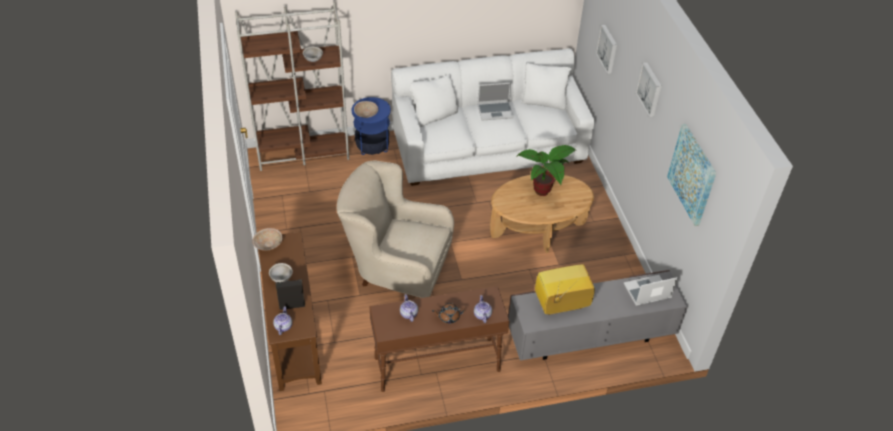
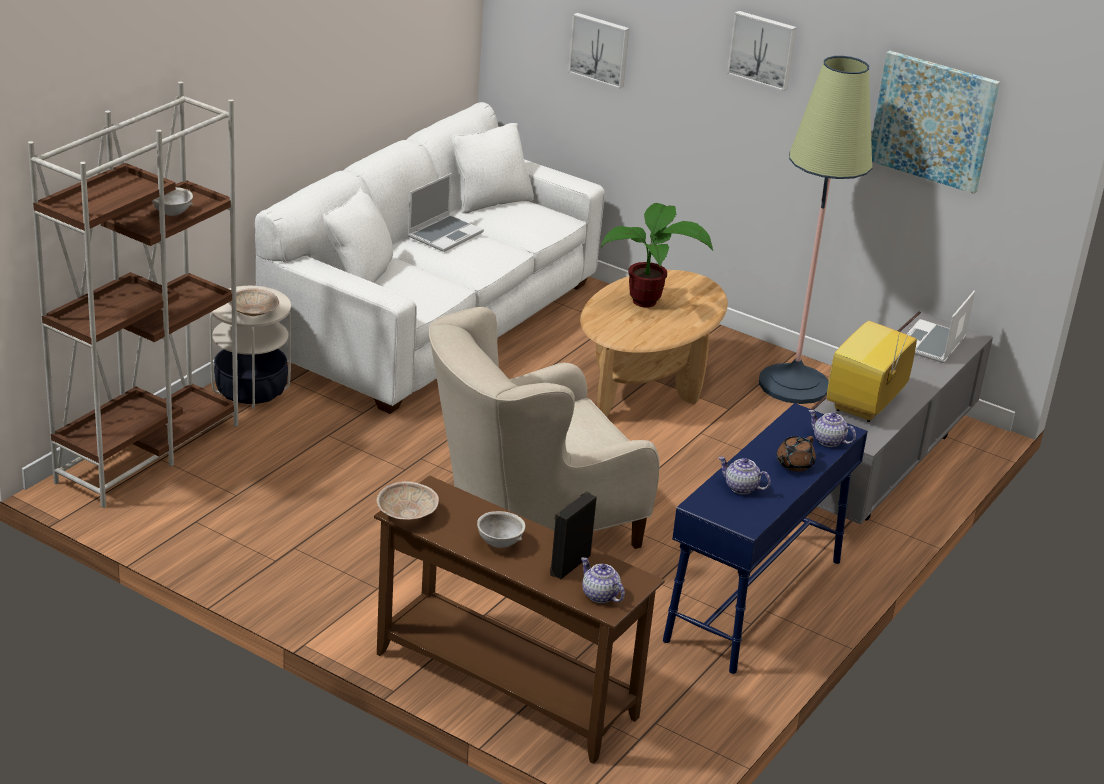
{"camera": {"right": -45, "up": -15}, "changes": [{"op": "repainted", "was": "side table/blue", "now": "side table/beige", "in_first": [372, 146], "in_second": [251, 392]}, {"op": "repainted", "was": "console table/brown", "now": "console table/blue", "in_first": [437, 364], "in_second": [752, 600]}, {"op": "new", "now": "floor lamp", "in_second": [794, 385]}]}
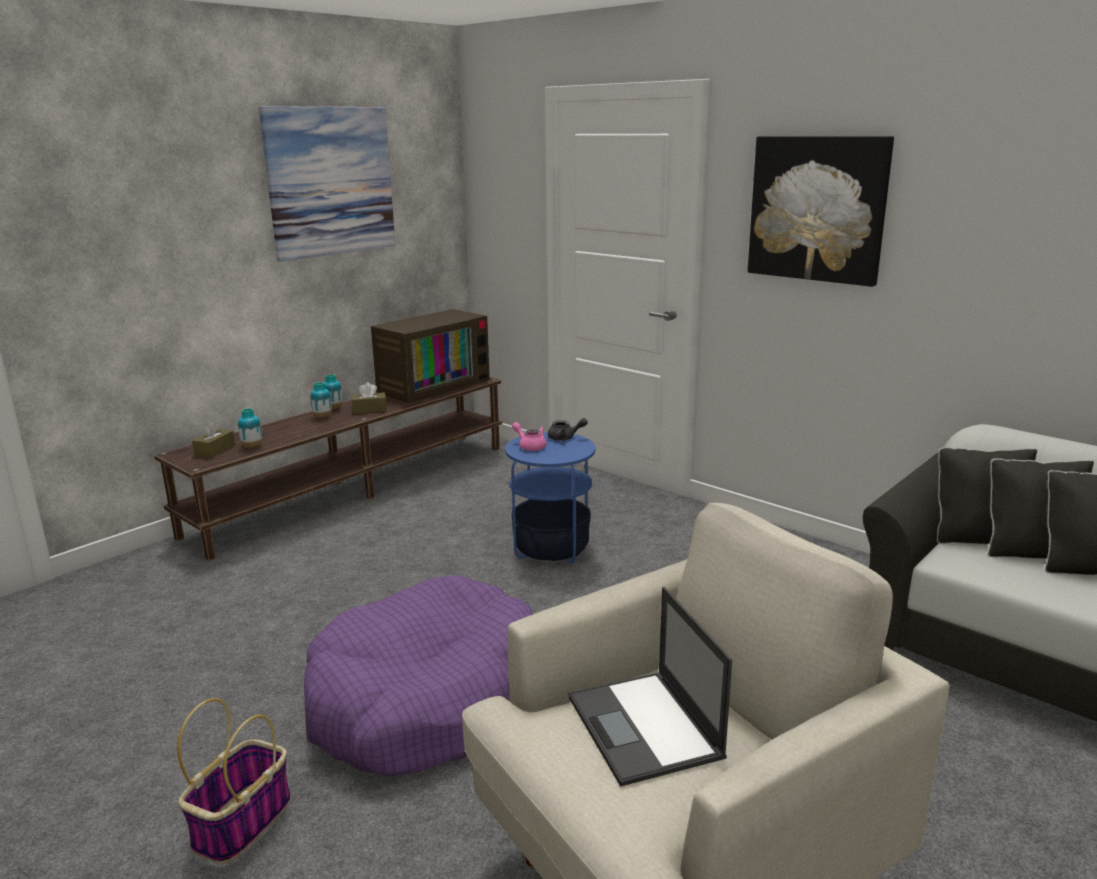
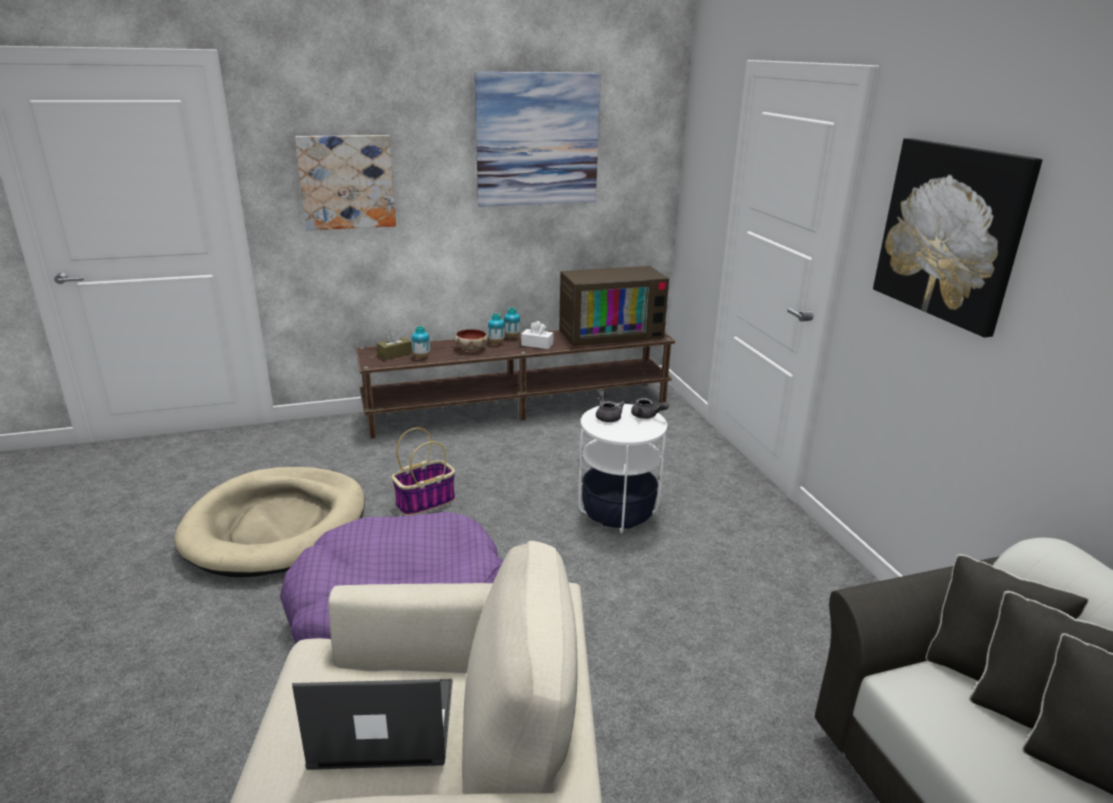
{"camera": {"right": 30, "up": 5}, "changes": [{"op": "repainted", "was": "tissue box/brown", "now": "tissue box/white", "in_first": [369, 409], "in_second": [537, 345]}, {"op": "repainted", "was": "teapot/pink", "now": "teapot/grey", "in_first": [530, 446], "in_second": [607, 416]}, {"op": "repainted", "was": "side table/blue", "now": "side table/white", "in_first": [551, 549], "in_second": [618, 514]}, {"op": "rotated", "was": "laptop", "in_first": [645, 728], "in_second": [381, 724], "clockwise": 75}, {"op": "shifted", "was": "basket", "in_first": [243, 822], "in_second": [425, 502]}, {"op": "new", "now": "picture", "in_second": [347, 182]}, {"op": "new", "now": "bowl", "in_second": [470, 349]}, {"op": "new", "now": "dog bed/beige", "in_second": [277, 526]}]}
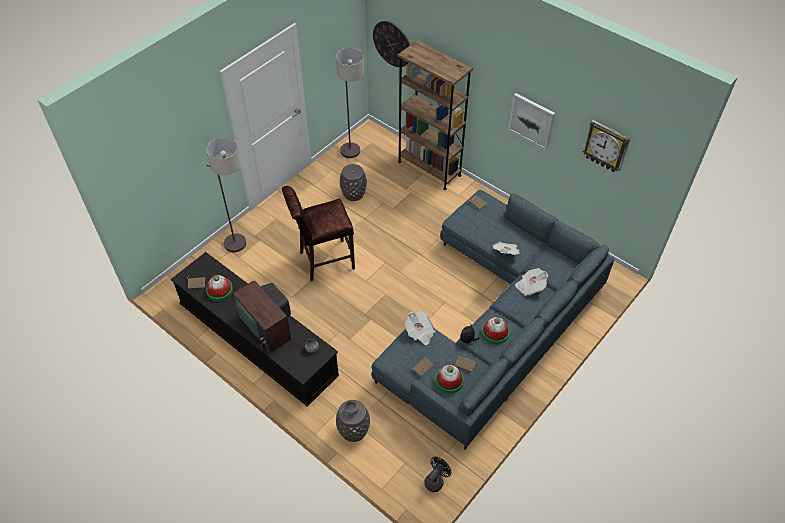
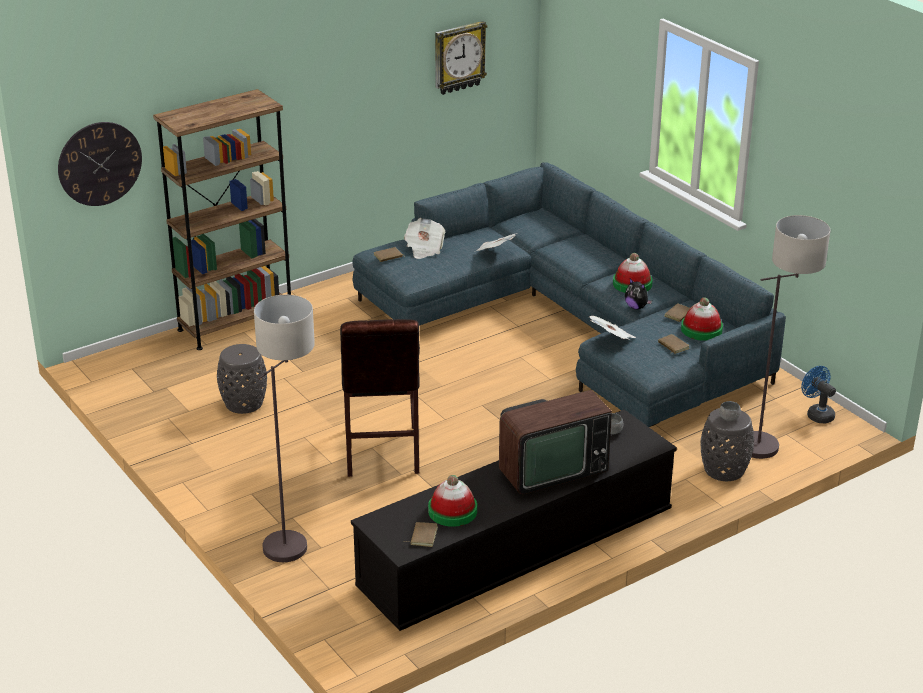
{"camera": {"right": -75, "up": -20}, "changes": [{"op": "shifted", "was": "floor lamp/grey", "in_first": [353, 154], "in_second": [769, 444]}, {"op": "gone", "was": "picture", "in_first": [531, 120]}, {"op": "shifted", "was": "newspaper", "in_first": [530, 286], "in_second": [424, 249]}, {"op": "repainted", "was": "fan/black", "now": "fan/blue", "in_first": [436, 480], "in_second": [817, 414]}]}
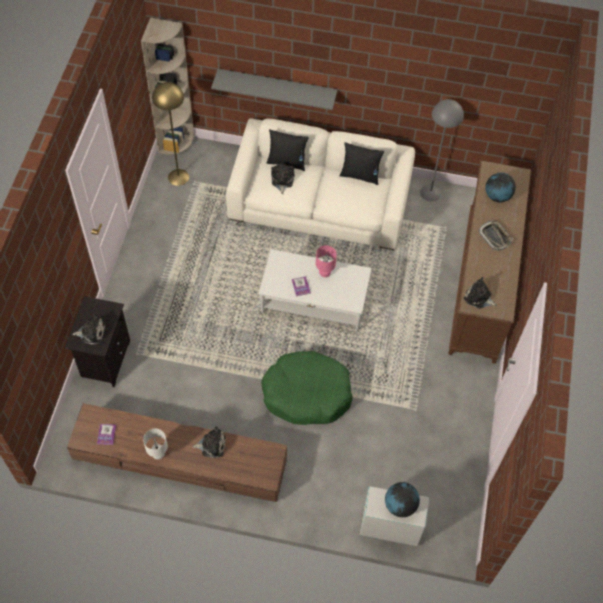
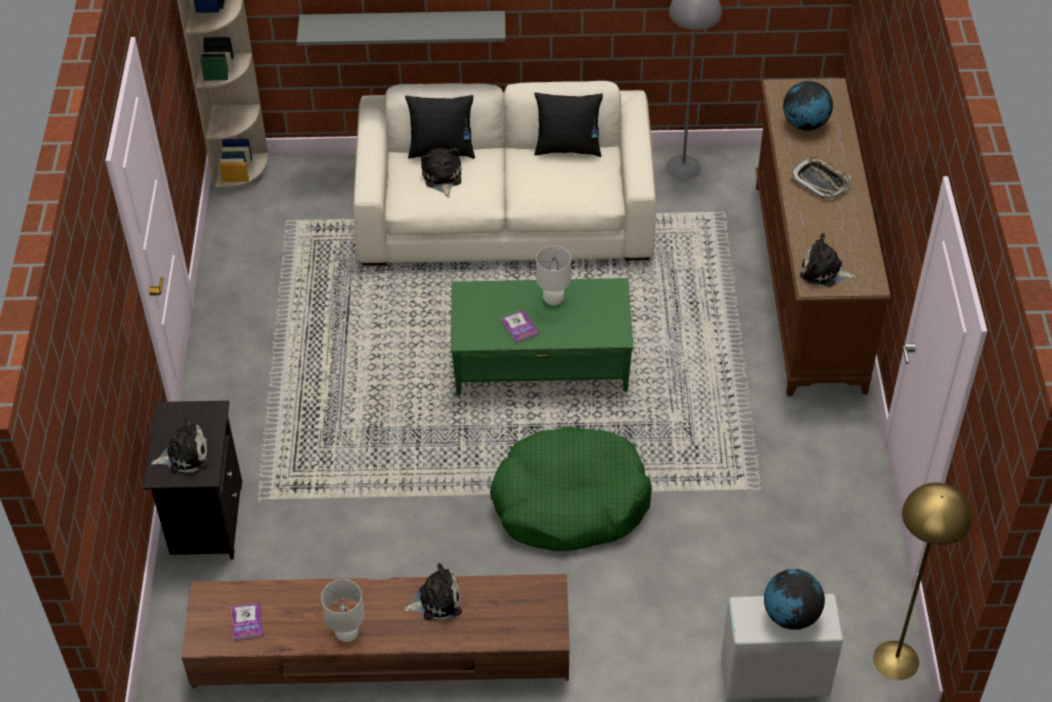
{"camera": {"right": -10, "up": -10}, "changes": [{"op": "shifted", "was": "floor lamp/yellow", "in_first": [178, 177], "in_second": [896, 660]}, {"op": "repainted", "was": "table lamp/pink", "now": "table lamp/white", "in_first": [324, 274], "in_second": [553, 301]}, {"op": "repainted", "was": "coffee table/white", "now": "coffee table/green", "in_first": [314, 303], "in_second": [542, 363]}]}
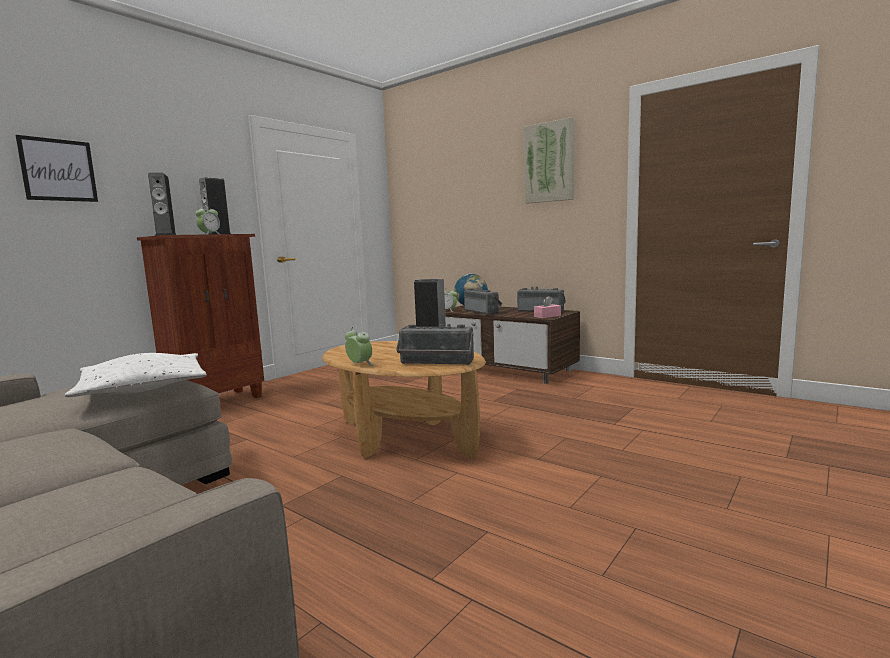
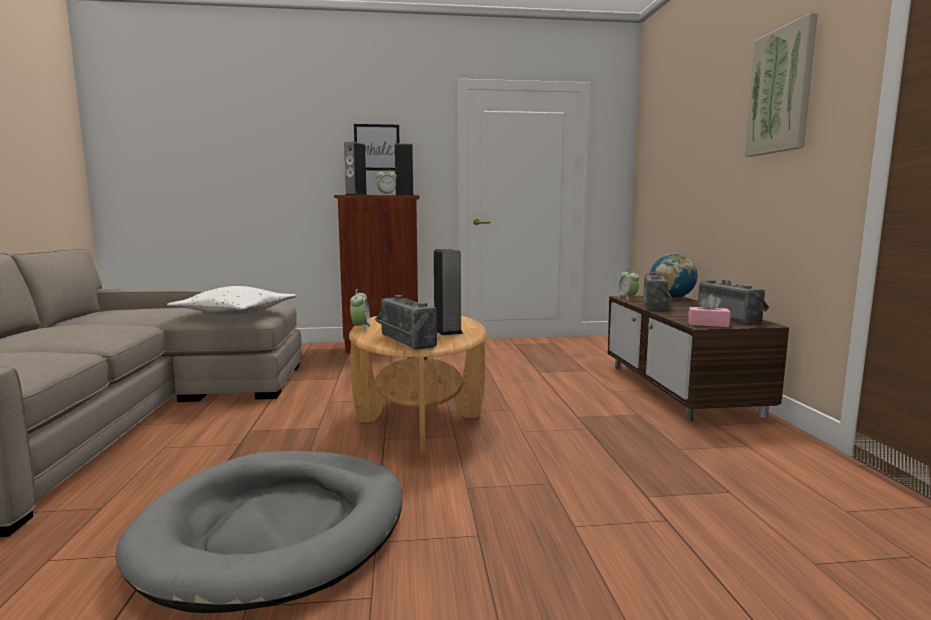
{"camera": {"right": 45, "up": 0}, "changes": [{"op": "shifted", "was": "picture", "in_first": [58, 170], "in_second": [377, 147]}, {"op": "new", "now": "dog bed/grey", "in_second": [277, 529]}]}
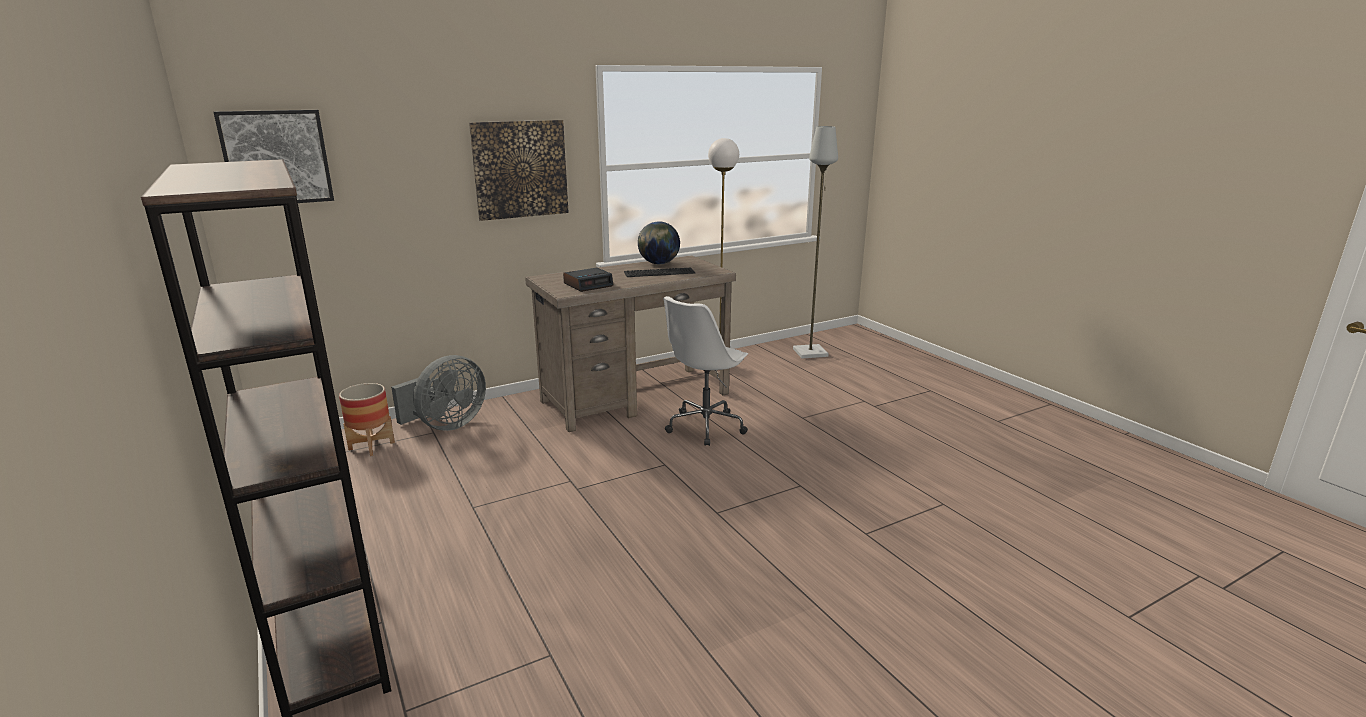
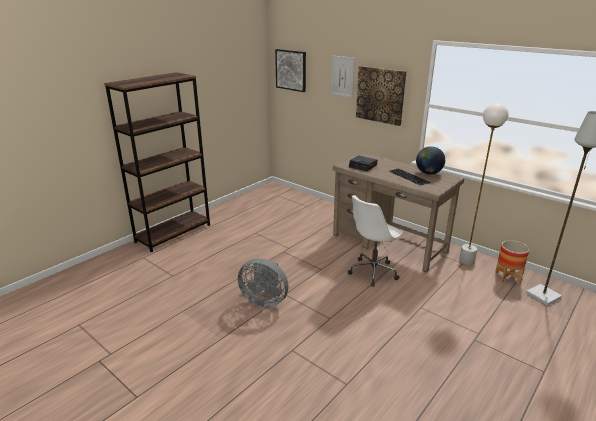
{"camera": {"right": 70, "up": 5}, "changes": [{"op": "rotated", "was": "office chair/white", "in_first": [704, 428], "in_second": [372, 273], "clockwise": -60}, {"op": "shifted", "was": "fan/grey", "in_first": [446, 425], "in_second": [264, 299]}, {"op": "shifted", "was": "planter", "in_first": [371, 446], "in_second": [507, 277]}, {"op": "new", "now": "picture", "in_second": [342, 77]}]}
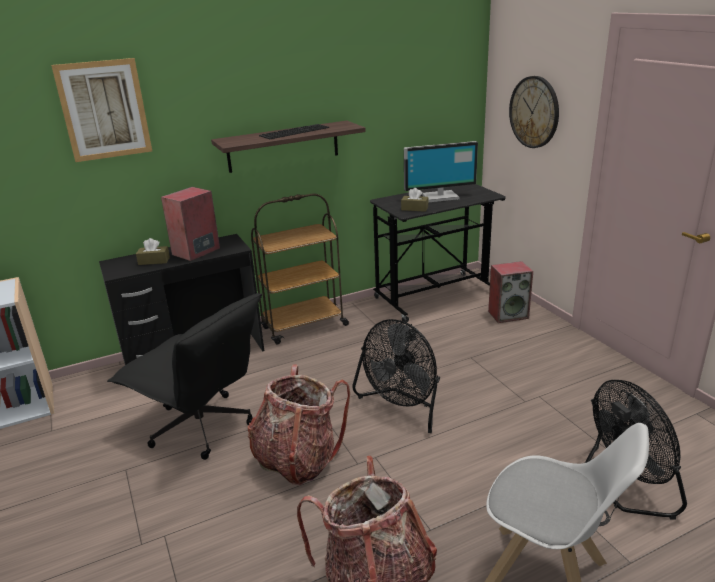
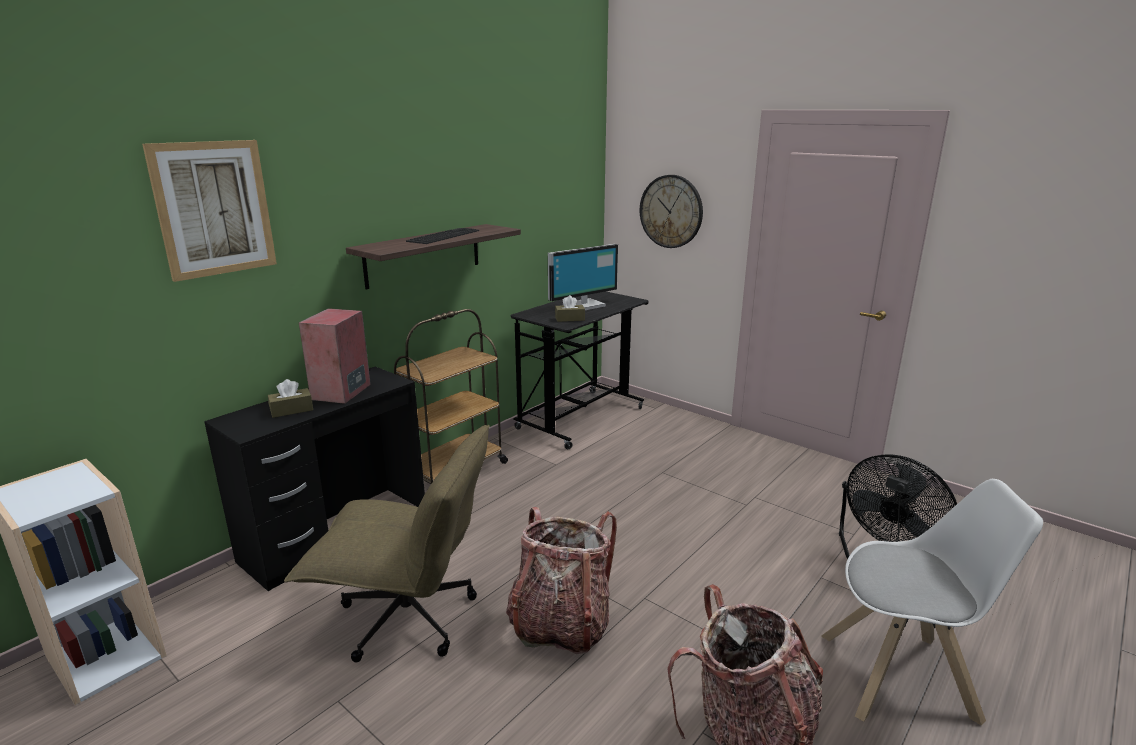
{"camera": {"right": -25, "up": -5}, "changes": [{"op": "gone", "was": "speaker", "in_first": [508, 314]}, {"op": "repainted", "was": "office chair/black", "now": "office chair/beige", "in_first": [199, 426], "in_second": [405, 616]}, {"op": "gone", "was": "fan/black", "in_first": [402, 404]}]}
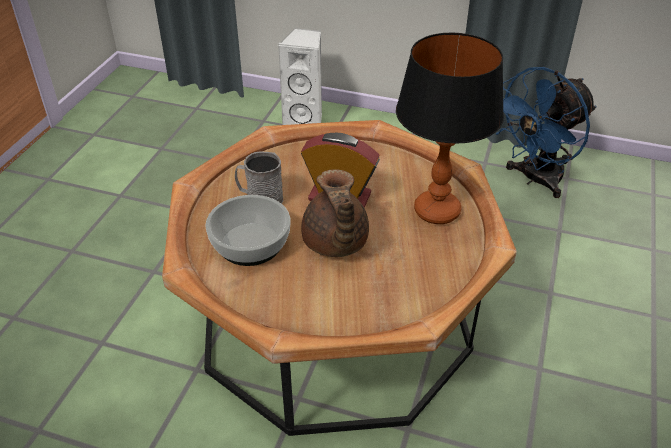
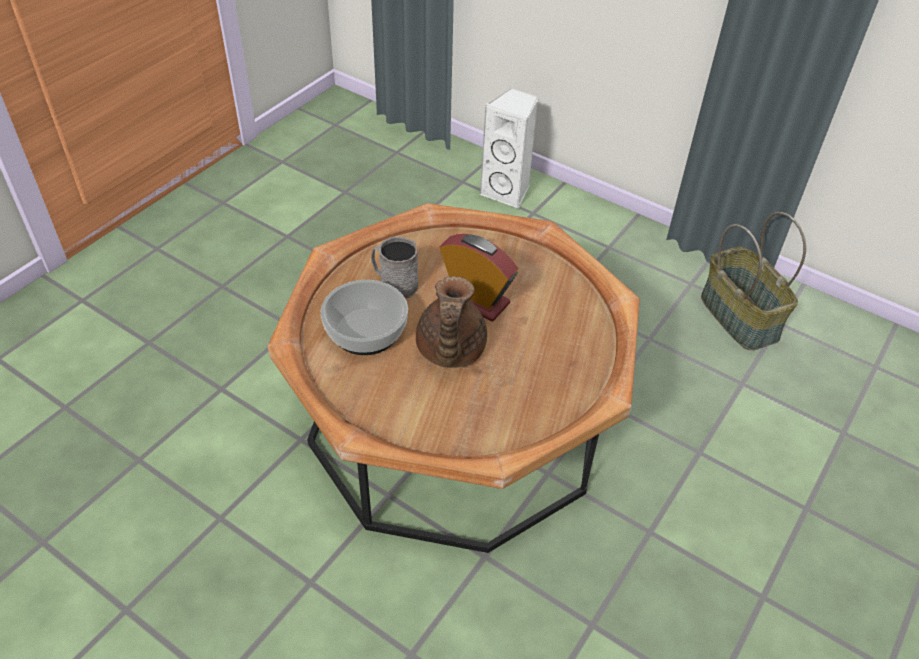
{"camera": {"right": 15, "up": 5}, "changes": [{"op": "gone", "was": "table lamp", "in_first": [437, 211]}, {"op": "swapped", "was": "fan/blue", "now": "basket", "in_first": [535, 179], "in_second": [740, 317]}]}
